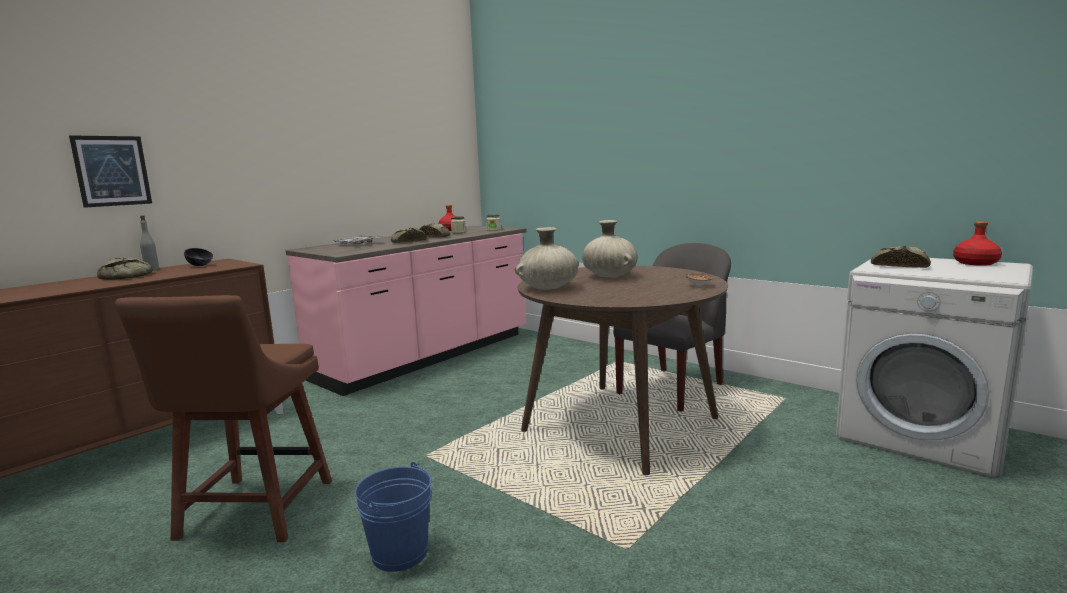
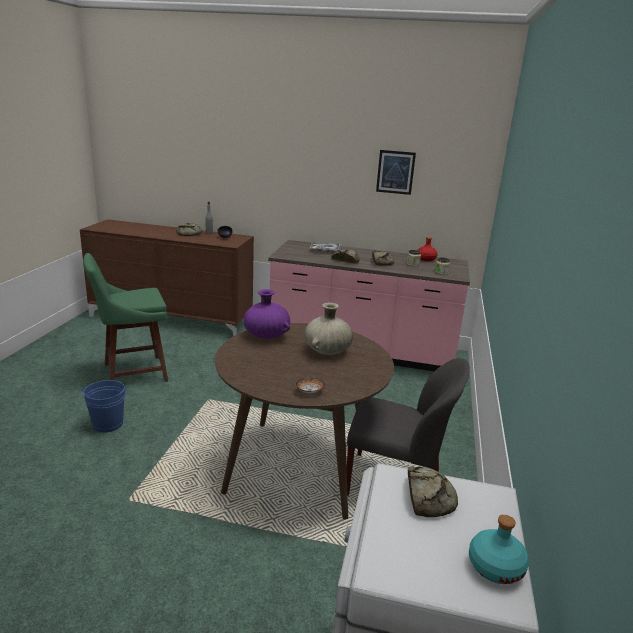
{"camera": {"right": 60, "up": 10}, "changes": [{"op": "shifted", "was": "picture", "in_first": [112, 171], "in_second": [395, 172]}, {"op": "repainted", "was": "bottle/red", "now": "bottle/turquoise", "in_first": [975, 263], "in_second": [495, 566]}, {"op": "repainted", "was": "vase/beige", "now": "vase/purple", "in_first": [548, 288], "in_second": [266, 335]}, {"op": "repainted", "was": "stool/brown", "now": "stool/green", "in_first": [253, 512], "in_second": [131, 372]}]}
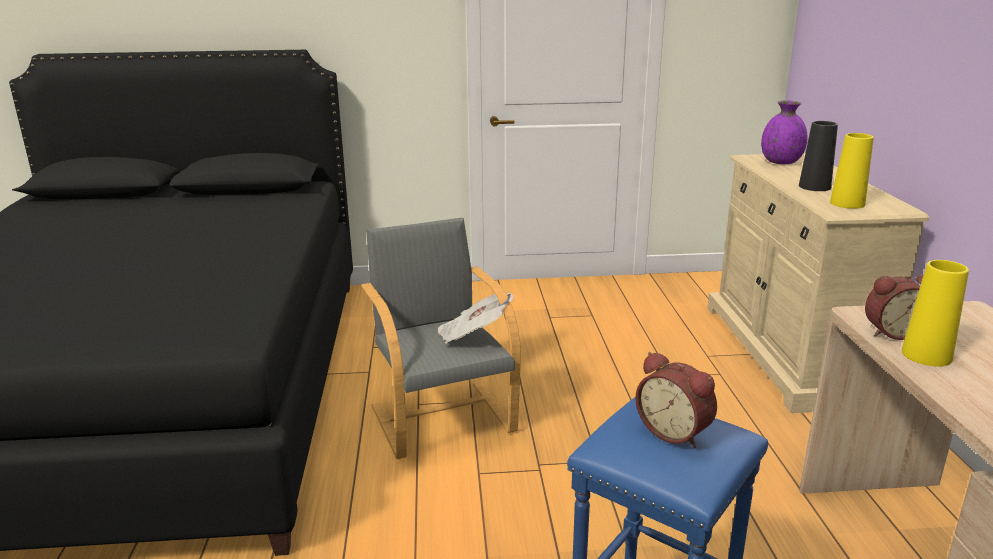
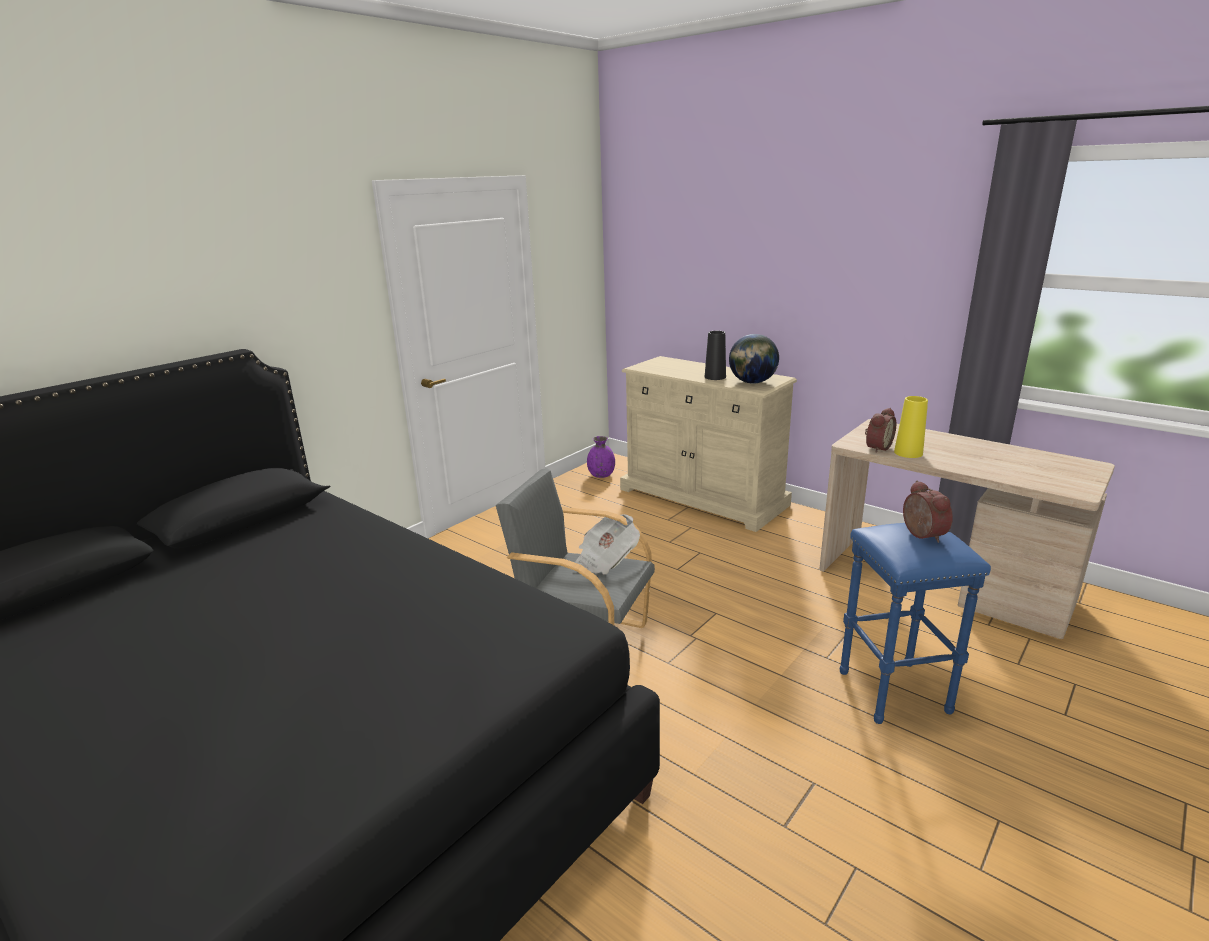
{"camera": {"right": -45, "up": 0}, "changes": [{"op": "shifted", "was": "vase/purple", "in_first": [780, 162], "in_second": [601, 475]}, {"op": "swapped", "was": "vase/yellow", "now": "globe", "in_first": [847, 203], "in_second": [752, 382]}, {"op": "rotated", "was": "alarm clock", "in_first": [675, 431], "in_second": [921, 535], "clockwise": -105}]}
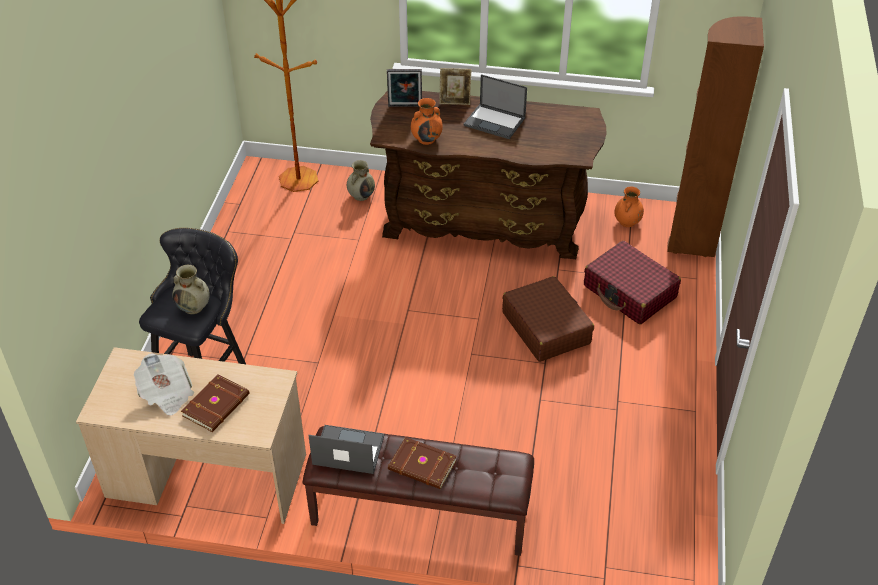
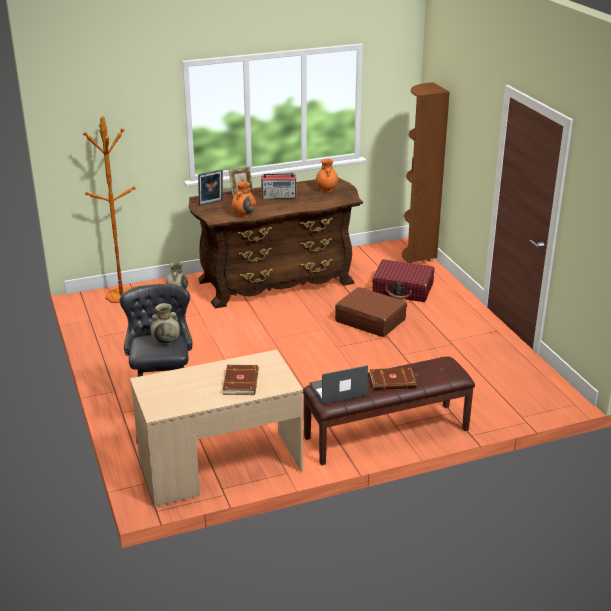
{"camera": {"right": -30, "up": -15}, "changes": [{"op": "swapped", "was": "laptop", "now": "radio", "in_first": [495, 122], "in_second": [279, 196]}, {"op": "shifted", "was": "vase/orange", "in_first": [627, 222], "in_second": [326, 190]}, {"op": "gone", "was": "newspaper", "in_first": [166, 394]}]}
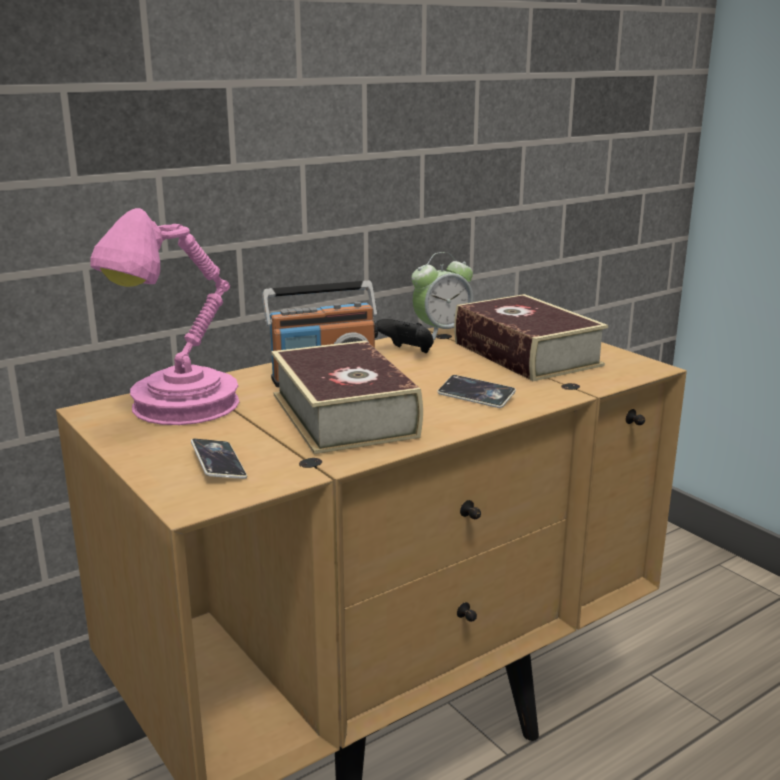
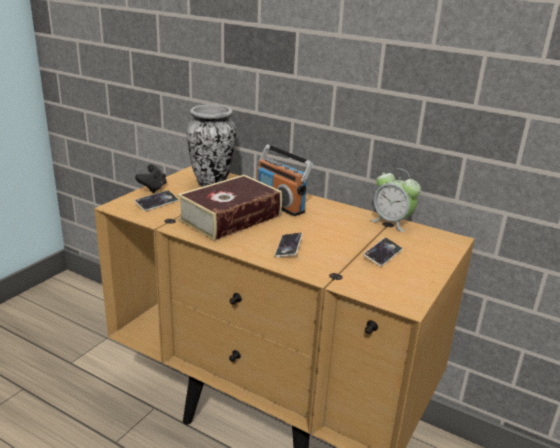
{"camera": {"right": 65, "up": 5}, "changes": [{"op": "swapped", "was": "table lamp/pink", "now": "vase", "in_first": [179, 407], "in_second": [212, 183]}, {"op": "swapped", "was": "book", "now": "phone", "in_first": [526, 354], "in_second": [382, 254]}, {"op": "shifted", "was": "game controller/black", "in_first": [407, 352], "in_second": [153, 188]}]}
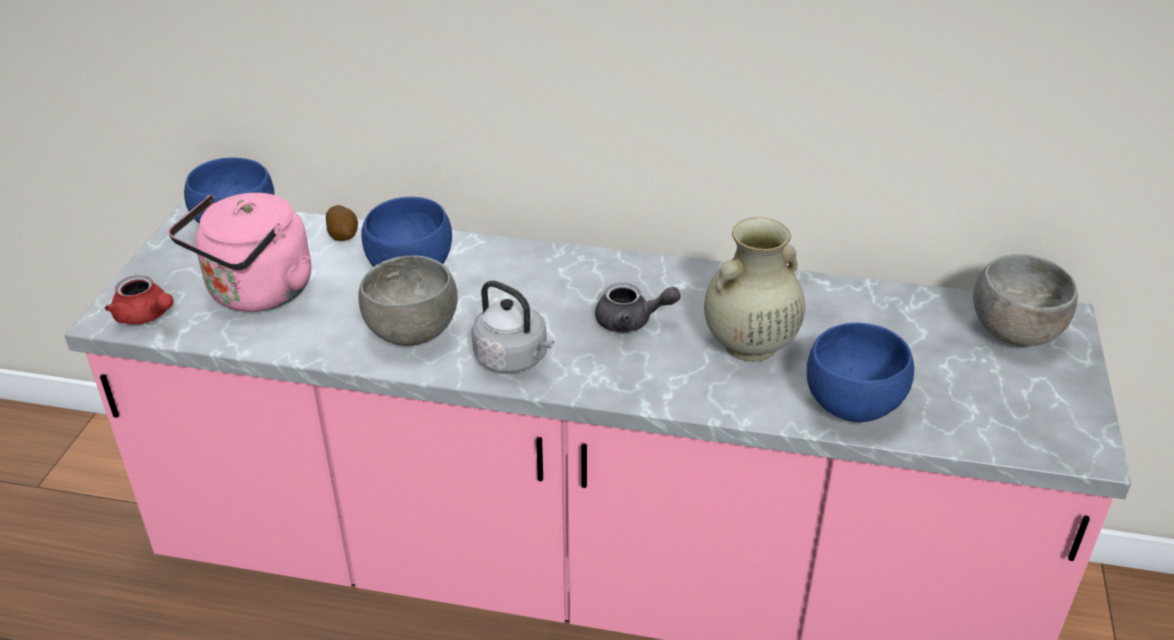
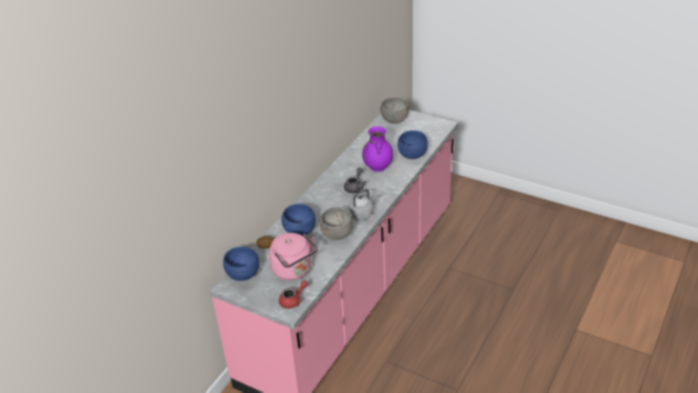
{"camera": {"right": -70, "up": 0}, "changes": [{"op": "repainted", "was": "vase/beige", "now": "vase/purple", "in_first": [749, 345], "in_second": [378, 167]}]}
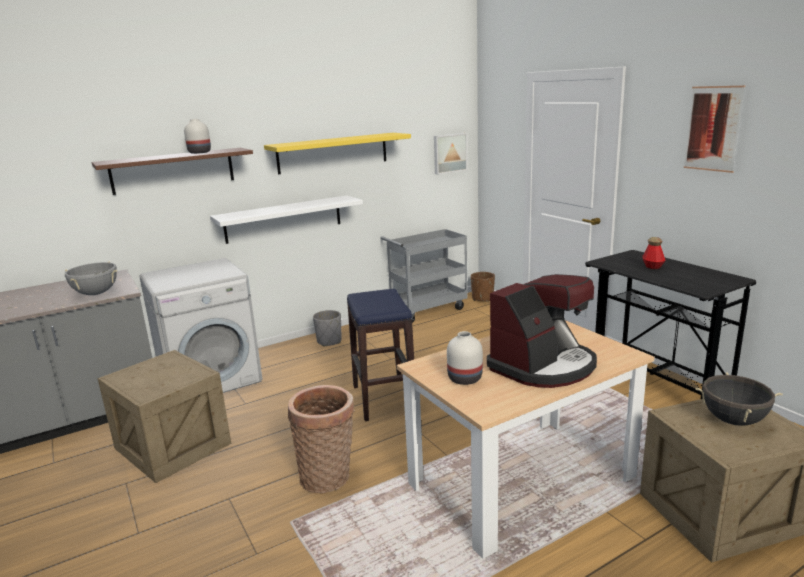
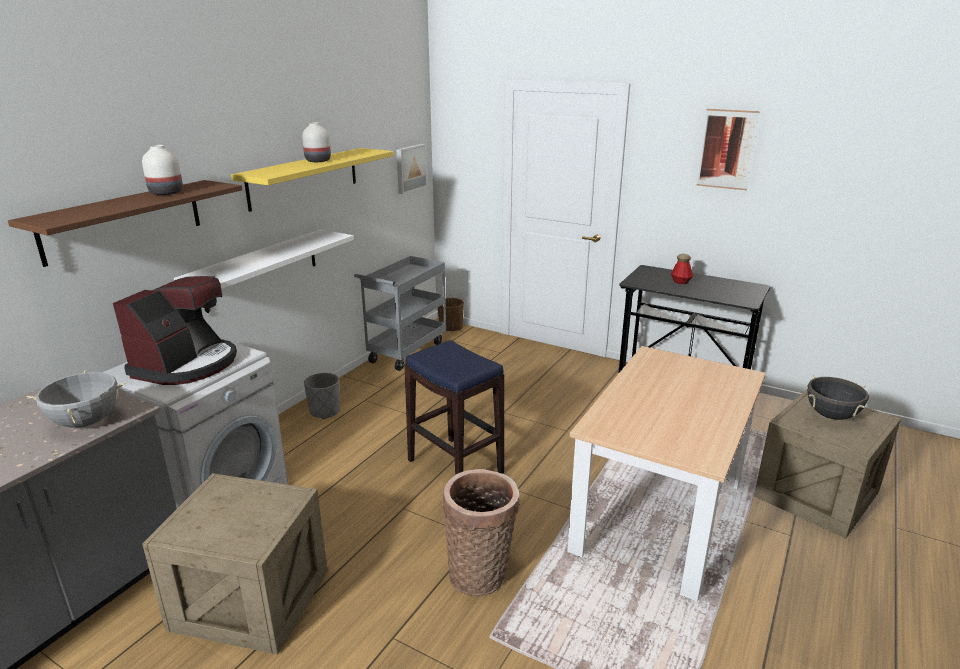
{"camera": {"right": -30, "up": 5}, "changes": [{"op": "shifted", "was": "coffee machine", "in_first": [543, 366], "in_second": [187, 365]}, {"op": "shifted", "was": "vase/white", "in_first": [465, 379], "in_second": [318, 161]}]}
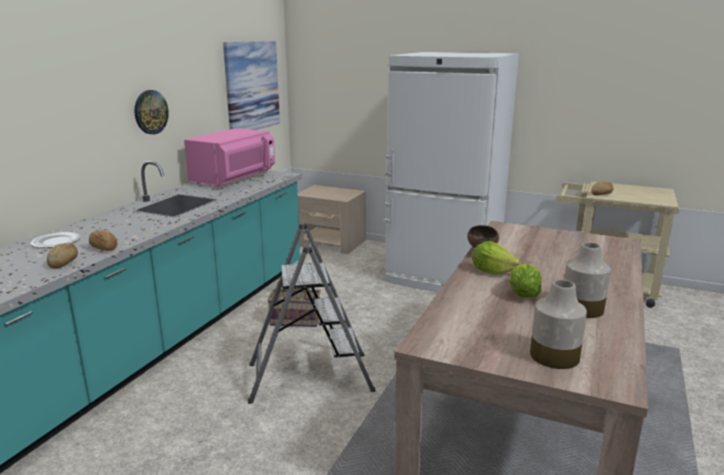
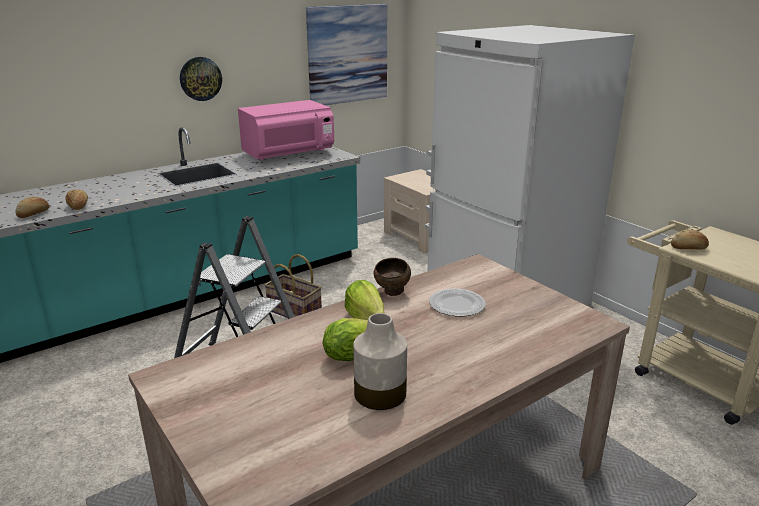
{"camera": {"right": 30, "up": 5}, "changes": [{"op": "shifted", "was": "plate", "in_first": [56, 242], "in_second": [457, 305]}, {"op": "gone", "was": "vase/beige", "in_first": [555, 356]}]}
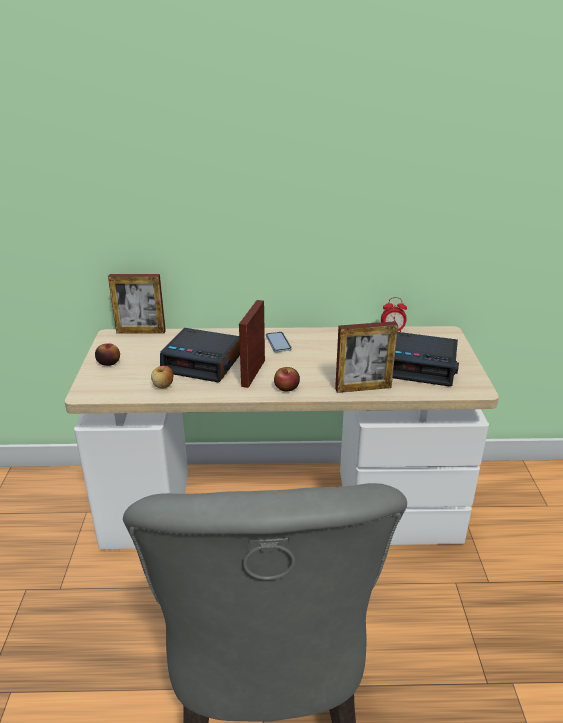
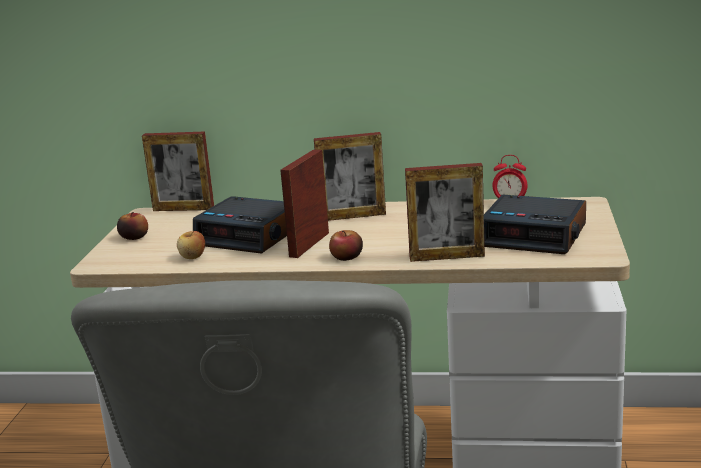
{"camera": {"right": 10, "up": -10}, "changes": [{"op": "swapped", "was": "phone", "now": "picture frame", "in_first": [278, 343], "in_second": [353, 216]}]}
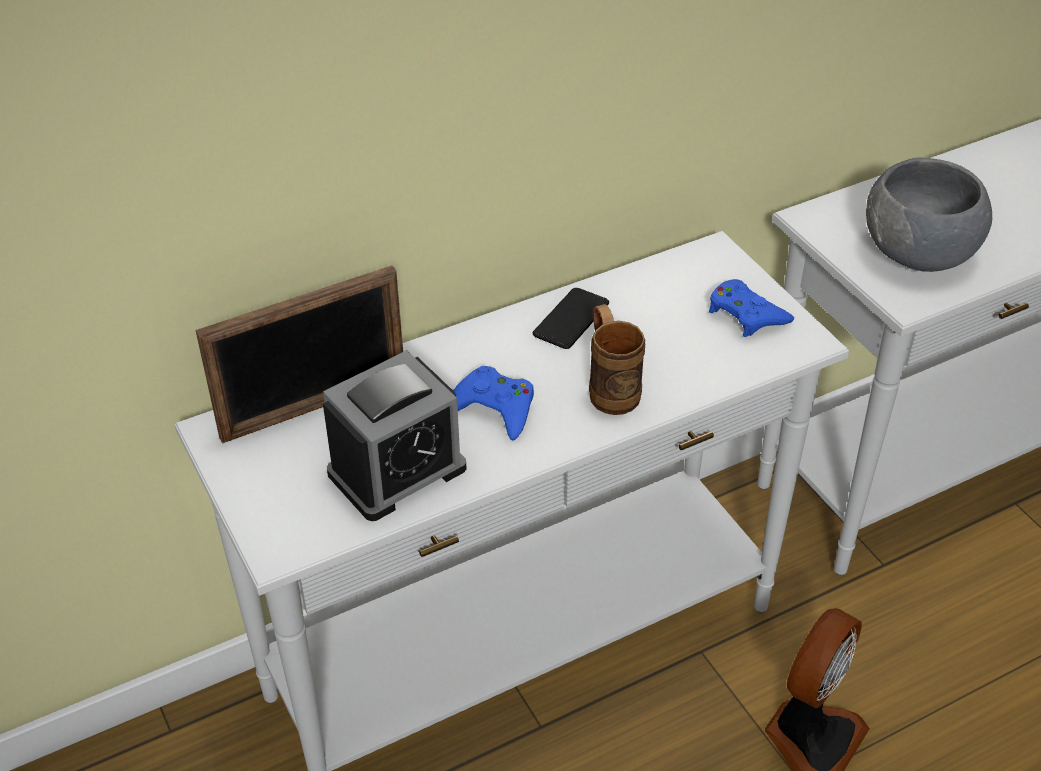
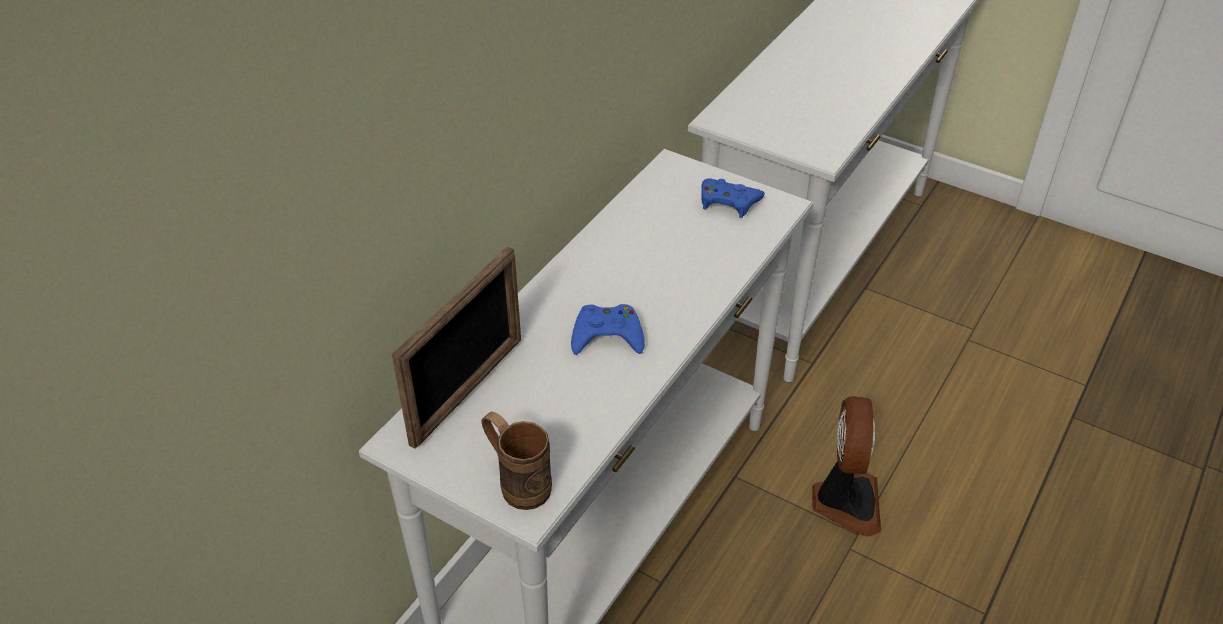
{"camera": {"right": -30, "up": 0}, "changes": [{"op": "gone", "was": "bowl/grey", "in_first": [918, 251]}, {"op": "gone", "was": "phone", "in_first": [571, 319]}, {"op": "shifted", "was": "mug/brown", "in_first": [610, 388], "in_second": [517, 482]}, {"op": "gone", "was": "alarm clock", "in_first": [397, 471]}]}
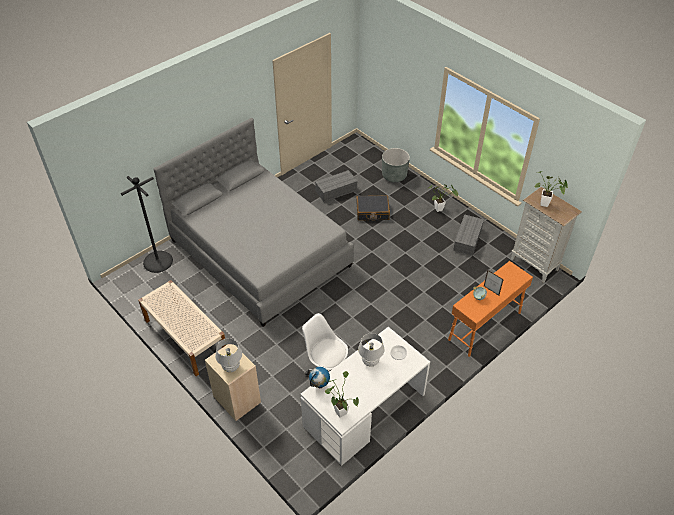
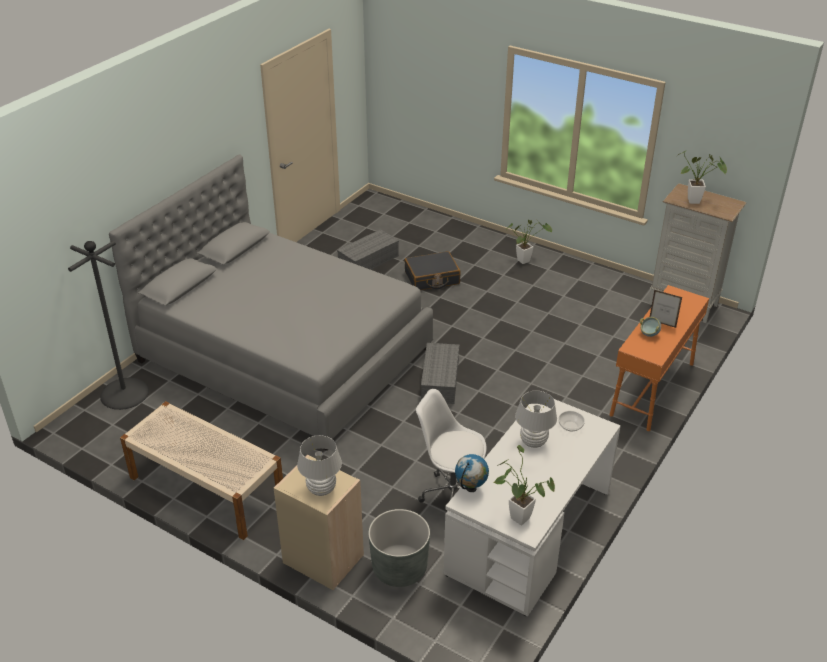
{"camera": {"right": -15, "up": -10}, "changes": [{"op": "shifted", "was": "planter/grey", "in_first": [394, 175], "in_second": [399, 568]}, {"op": "shifted", "was": "storage box/grey", "in_first": [468, 240], "in_second": [441, 382]}]}
